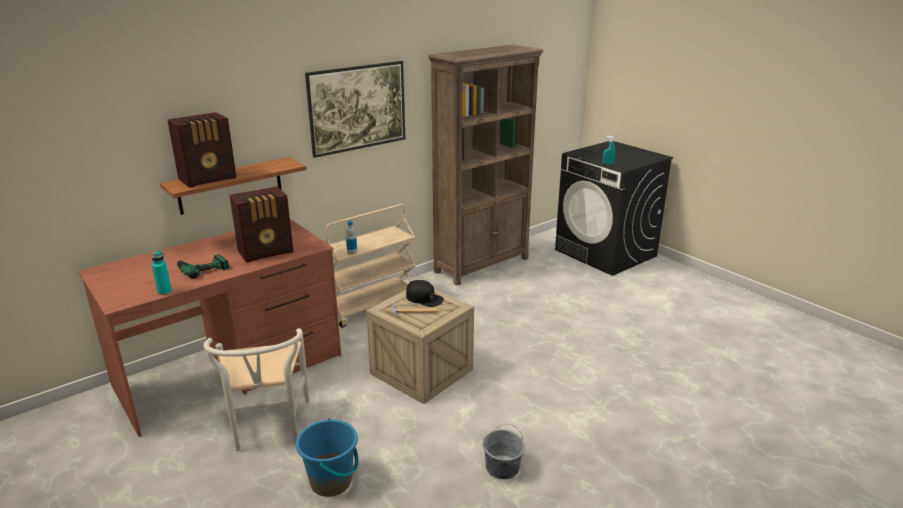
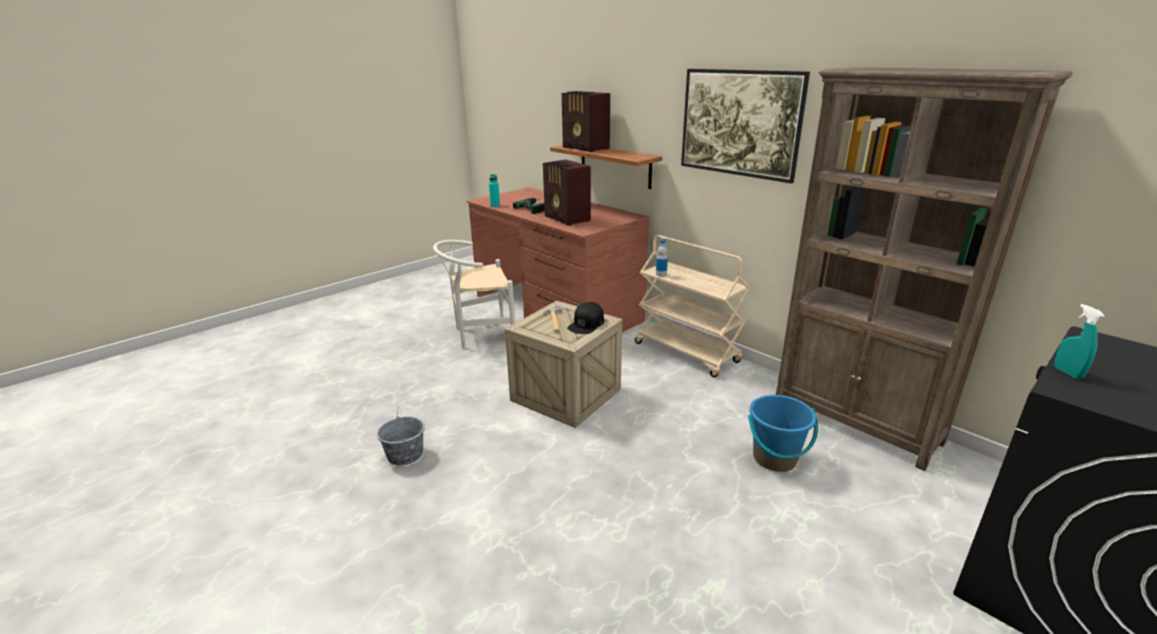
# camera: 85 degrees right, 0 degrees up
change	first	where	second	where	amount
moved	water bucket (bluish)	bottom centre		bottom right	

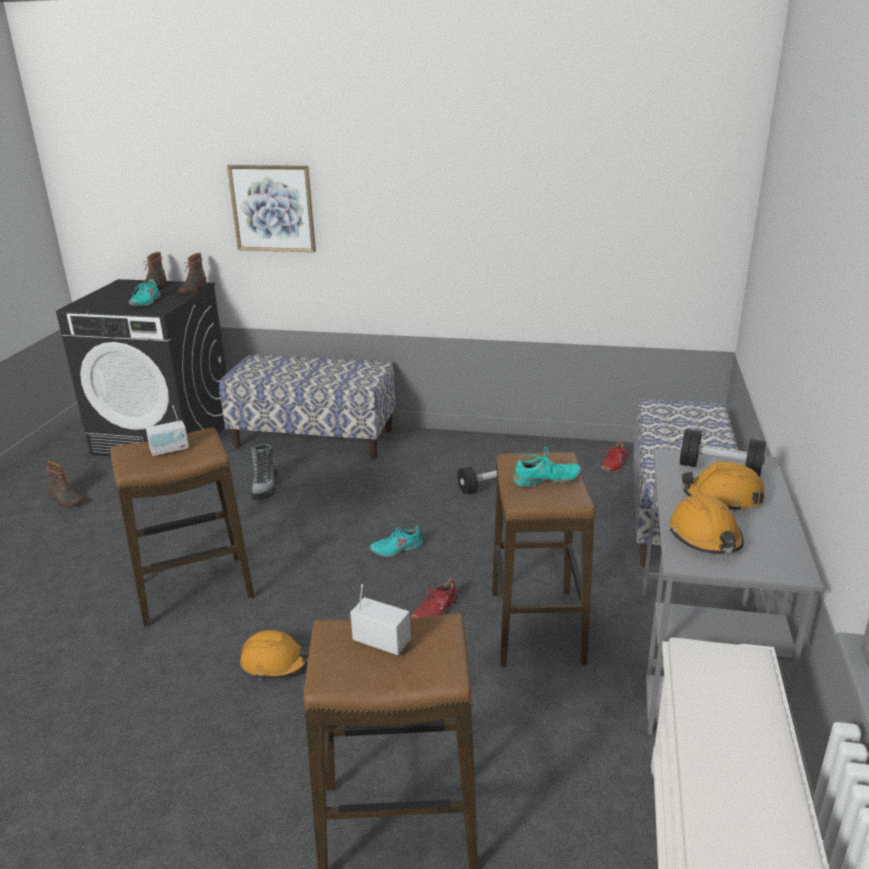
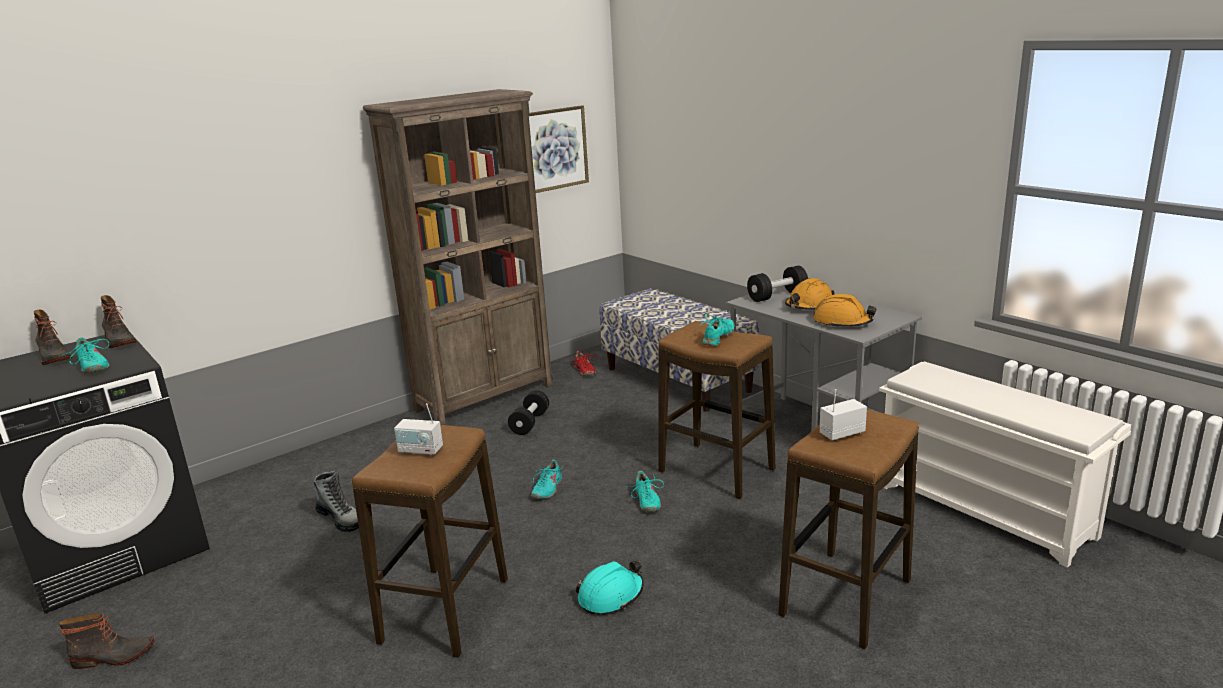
# camera: 50 degrees left, 5 degrees down
change	first	where	second	where	amount
added			bookshelf (brownish)	centre	
turned	radio set (1st from left)	middle left		centre	90 degrees clockwise
moved	picture	top left		top centre	
recoloured	safety helmet (orange-coloured) (1st from left)	bottom left	safety helmet (turquoise-coloured)	bottom centre	
recoloured	shoe (red-coloured) (1st from left)	bottom centre	shoe (turquoise-coloured) (3rd from left)	bottom centre	
removed	indoor bench (1st from left)	centre			

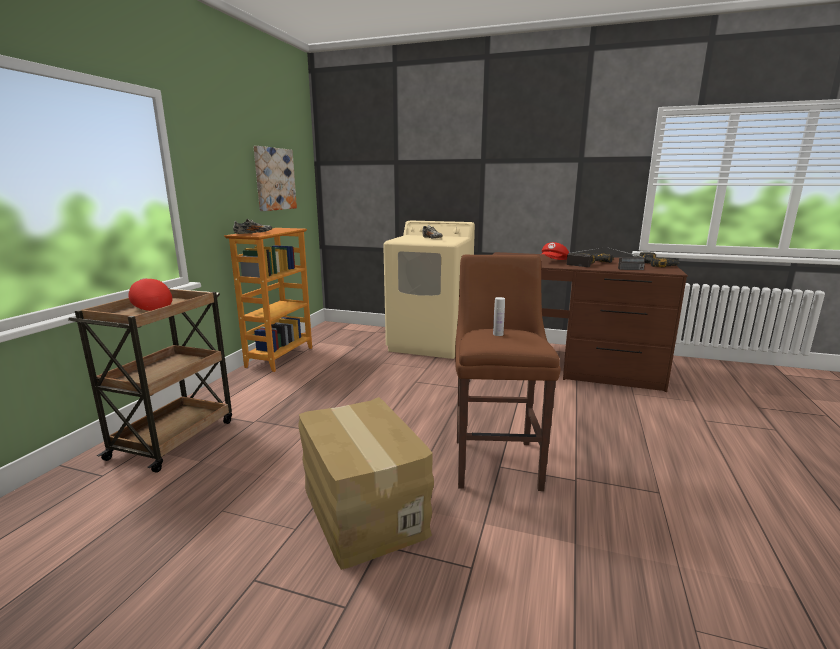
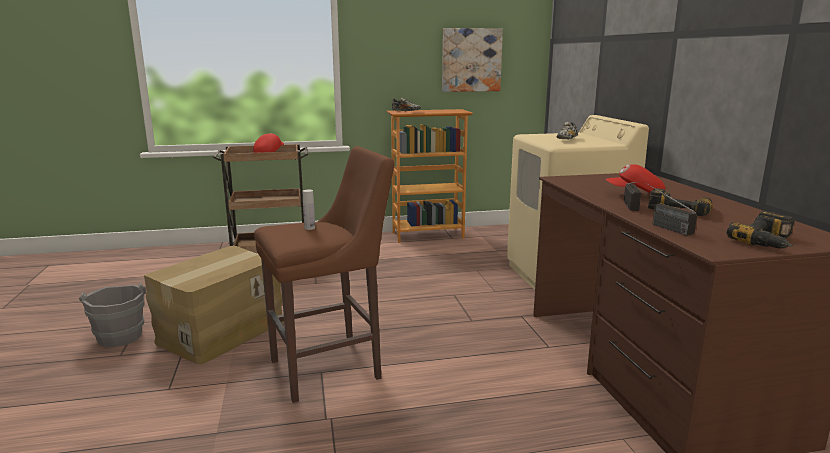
# camera: 60 degrees right, 0 degrees up
change	first	where	second	where	amount
added			water bucket (greyish)	bottom left	

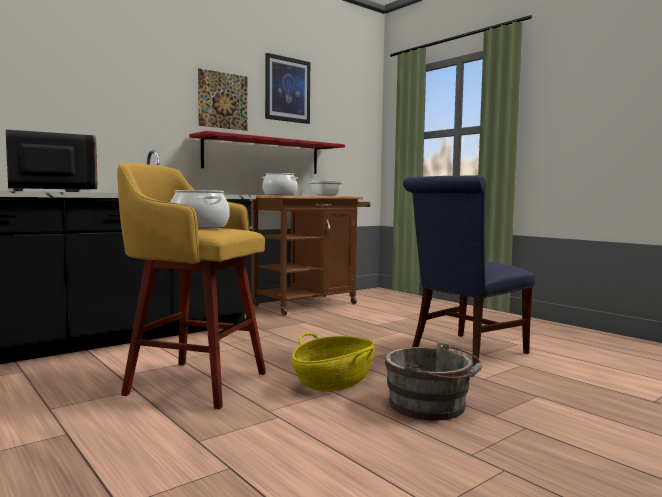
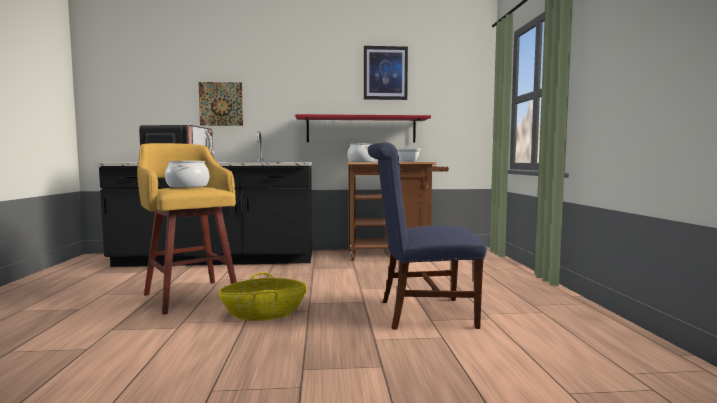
# camera: 35 degrees right, 0 degrees up
change	first	where	second	where	amount
moved	picture (1st from left)	top centre		top left	
removed	water bucket (greyish)	bottom centre			

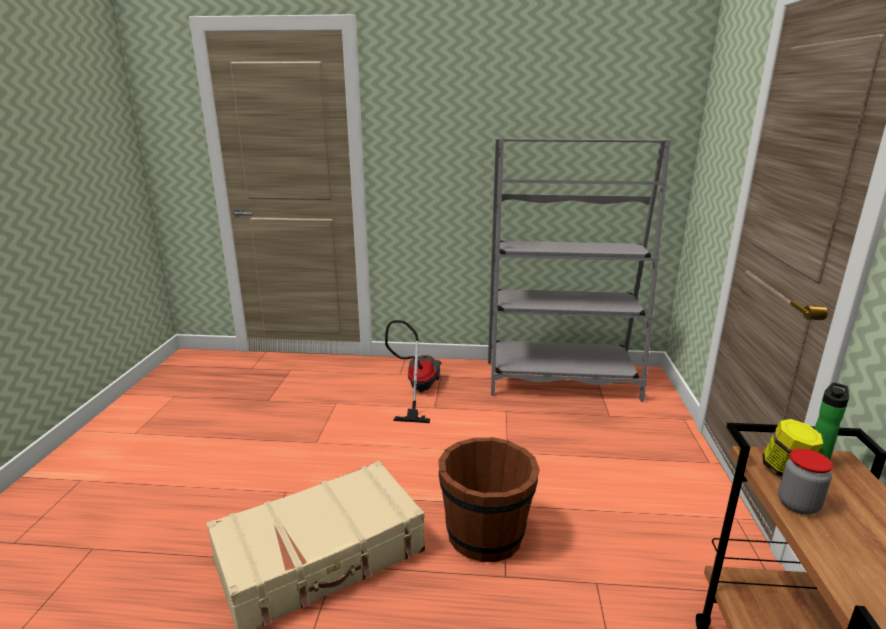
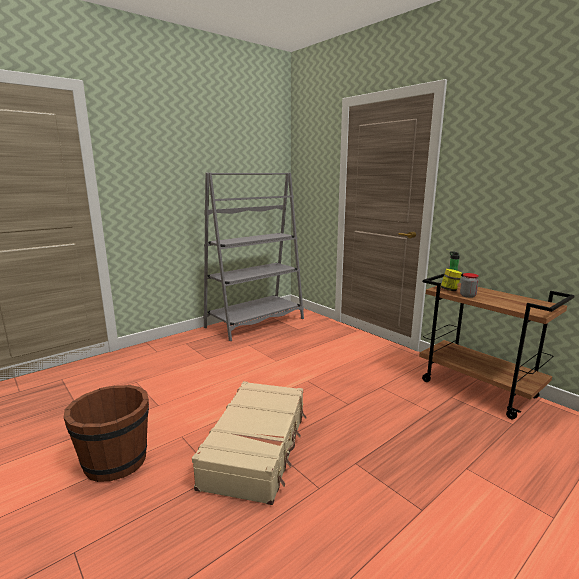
# camera: 45 degrees left, 5 degrees down
change	first	where	second	where	amount
moved	water bucket (brownish)	bottom centre		bottom left	
removed	vacuum cleaner	centre			

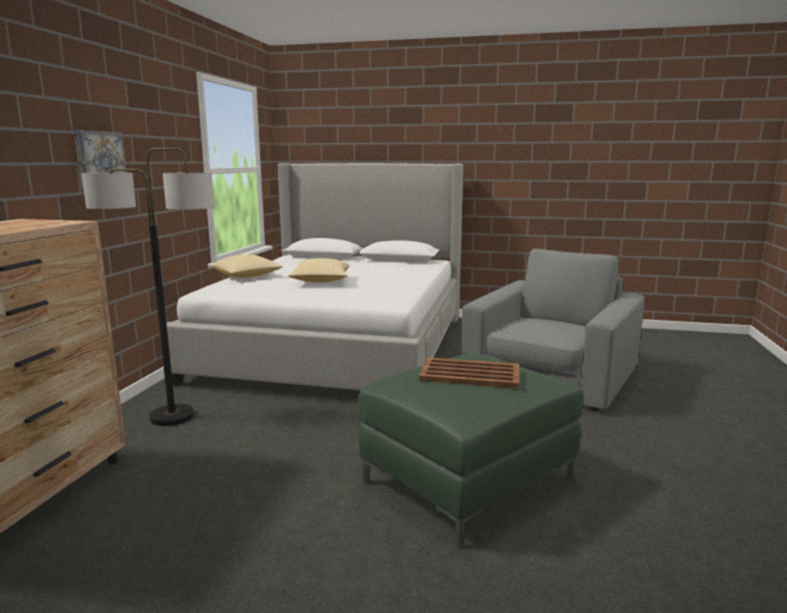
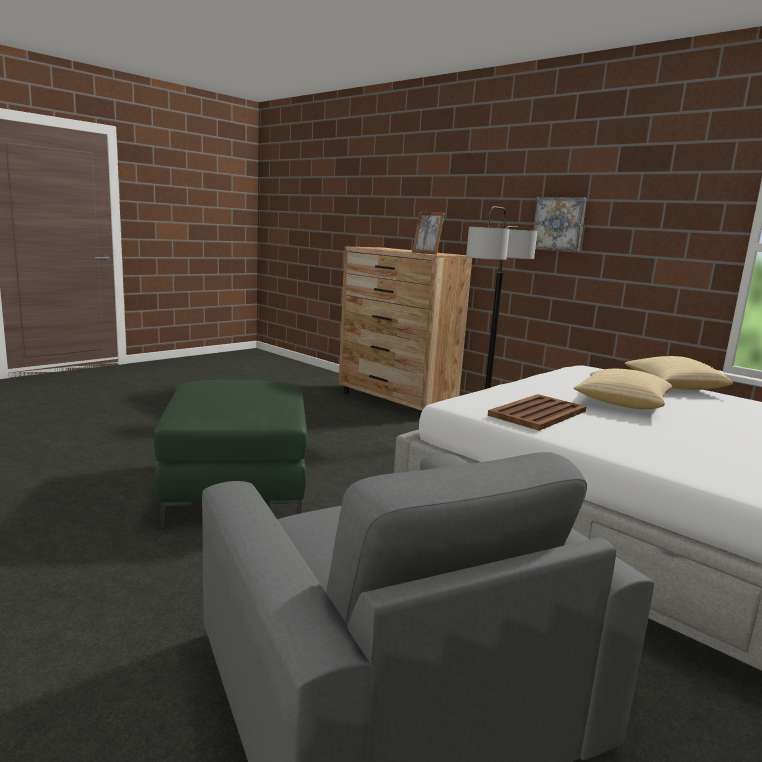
# camera: 120 degrees right, 0 degrees up
change	first	where	second	where	amount
added			photo frame	top centre	
moved	carrying tray (brownish)	centre		middle right	

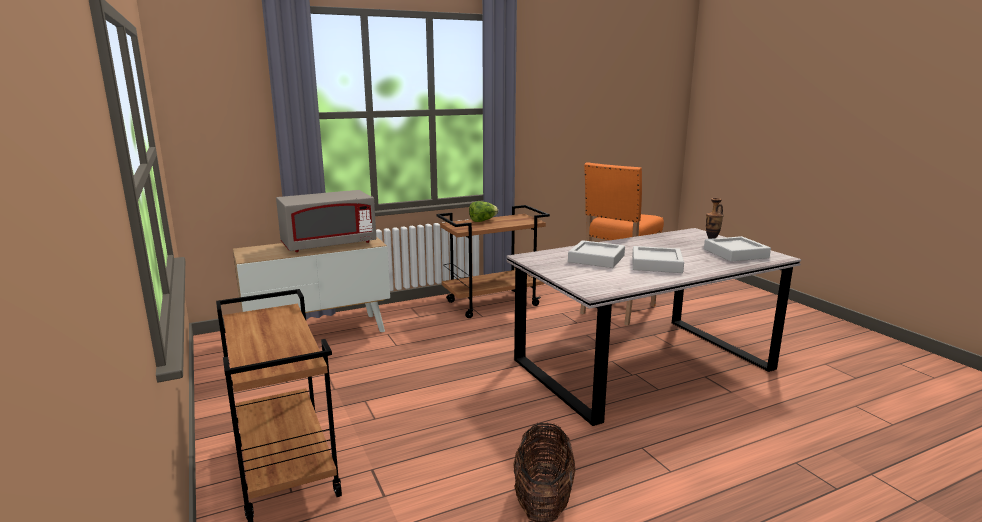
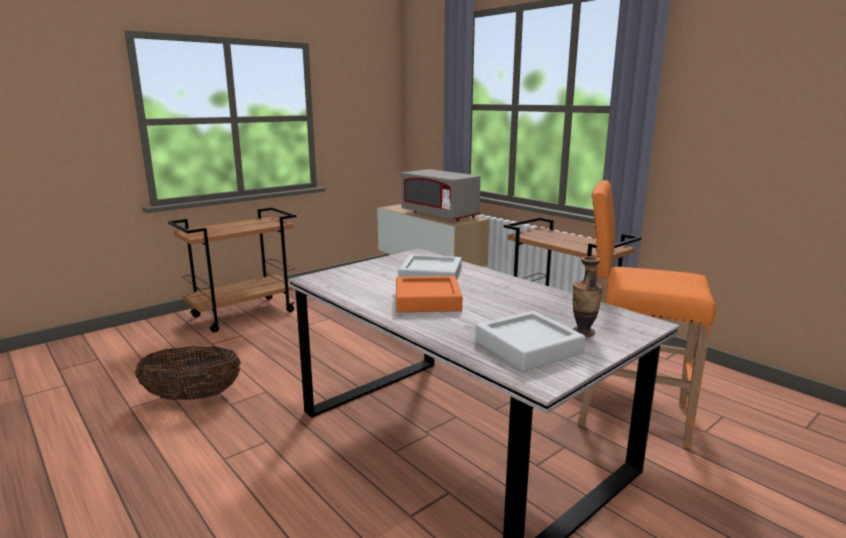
# camera: 75 degrees right, 0 degrees up
change	first	where	second	where	amount
recoloured	carrying tray (greyish) (2nd from left)	middle right	carrying tray (orange-coloured)	centre	
removed	lettuce	centre			

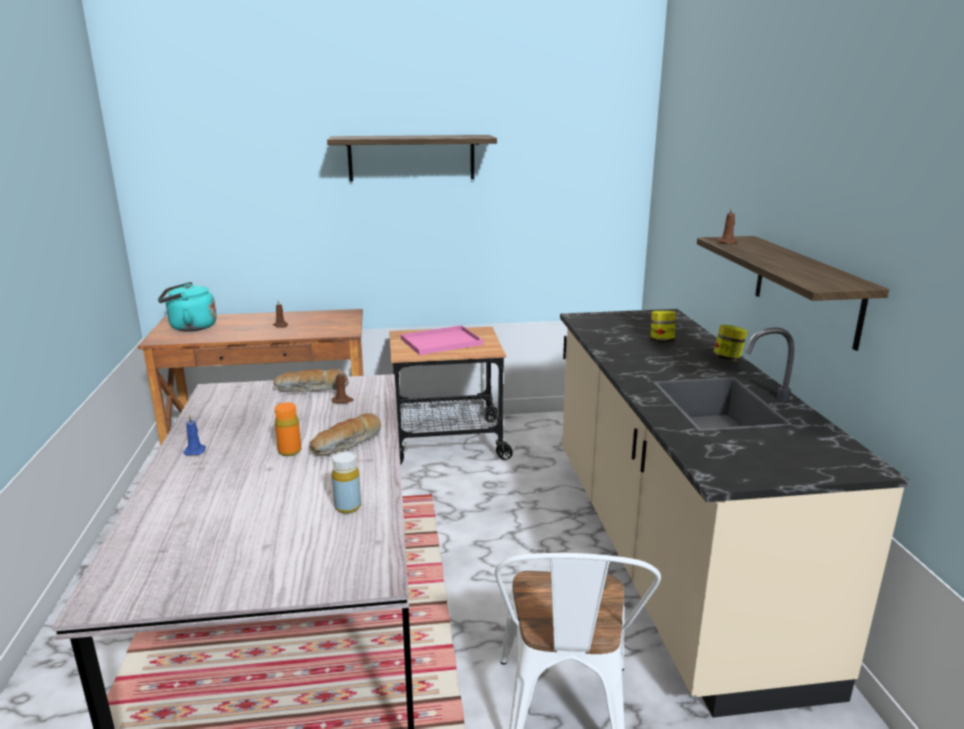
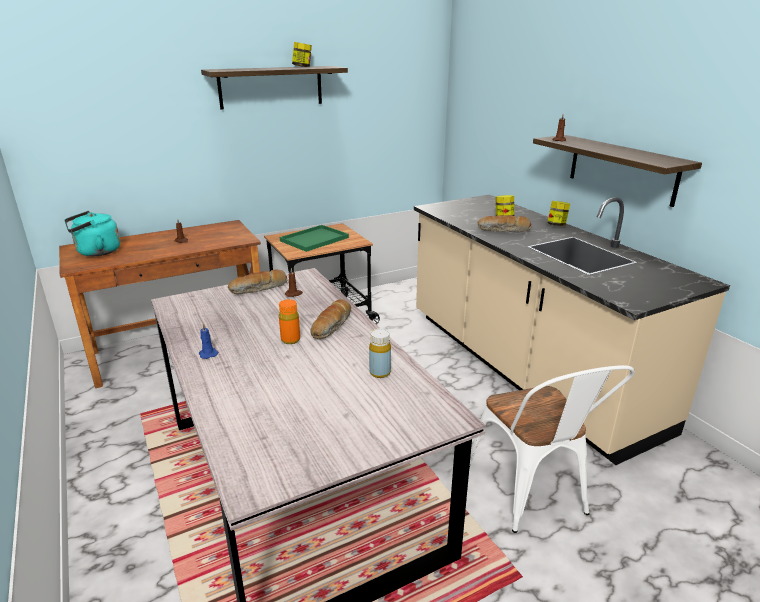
# camera: 20 degrees left, 5 degrees up
change	first	where	second	where	amount
recoloured	carrying tray (pink)	centre	carrying tray (green-coloured)	centre	
added			storage jar (1st from left)	top centre	
added			bread (3rd from left)	centre	

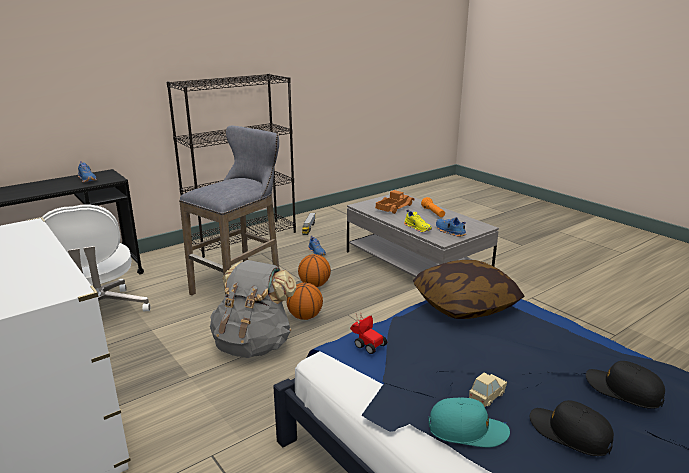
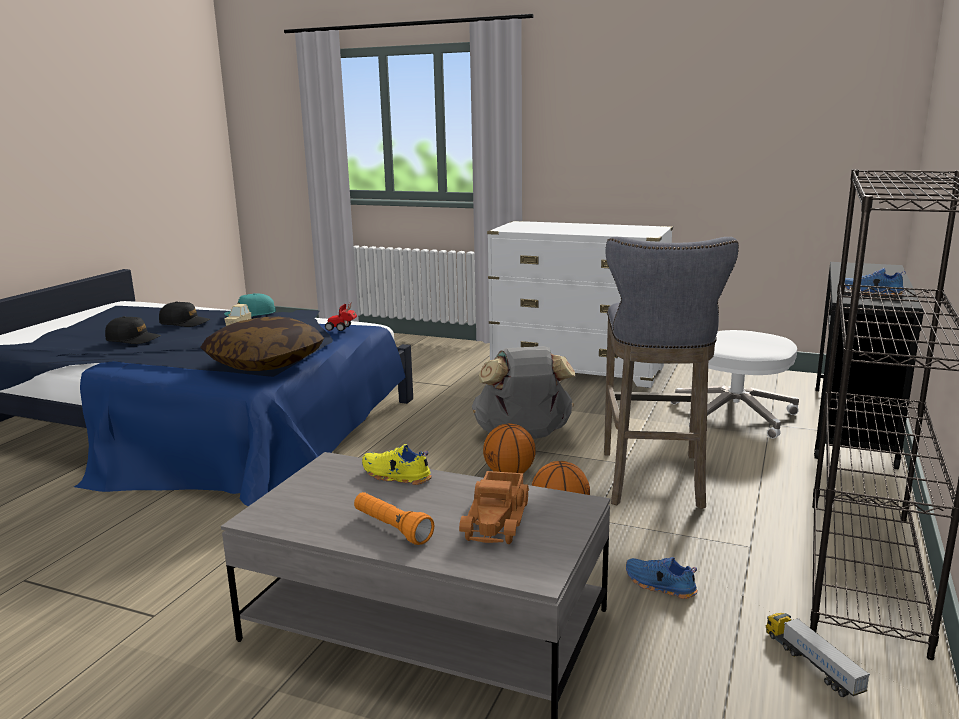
# camera: 150 degrees right, 5 degrees down
change	first	where	second	where	amount
removed	shoe (bluish) (3rd from left)	centre			

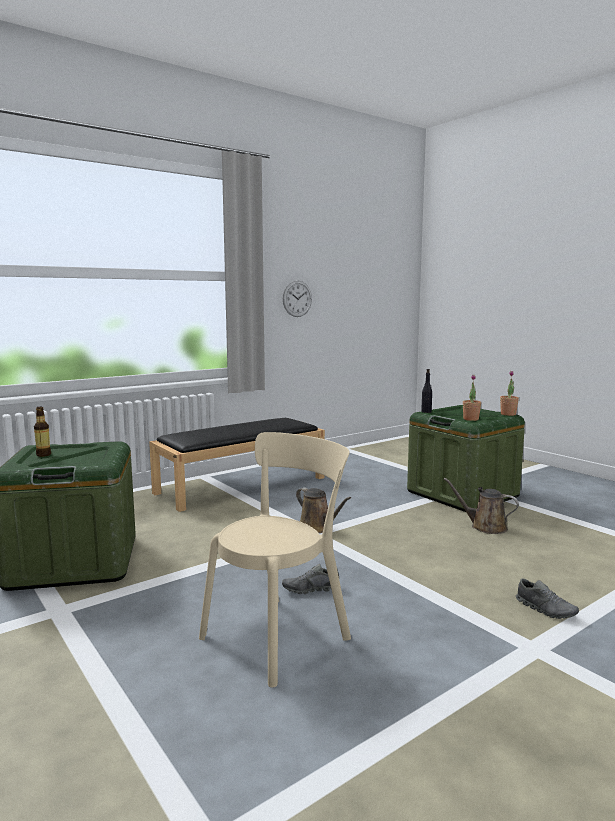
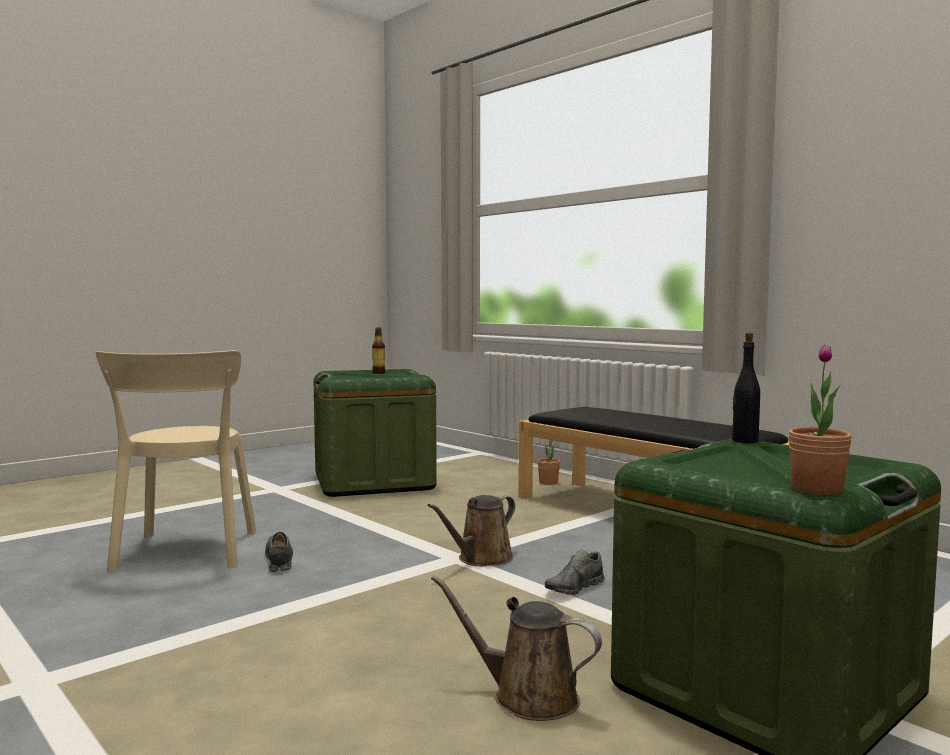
# camera: 85 degrees right, 5 degrees down
change	first	where	second	where	amount
turned	plain chair (sand-coloured)	bottom centre		middle left	45 degrees clockwise
turned	watering pot (brownish) (2nd from left)	middle right		bottom centre	90 degrees counterclockwise
moved	houseplant (1st from left)	middle right		centre	
moved	shoe (greyish) (2nd from left)	bottom right		bottom centre	
removed	hanging clock	centre			

